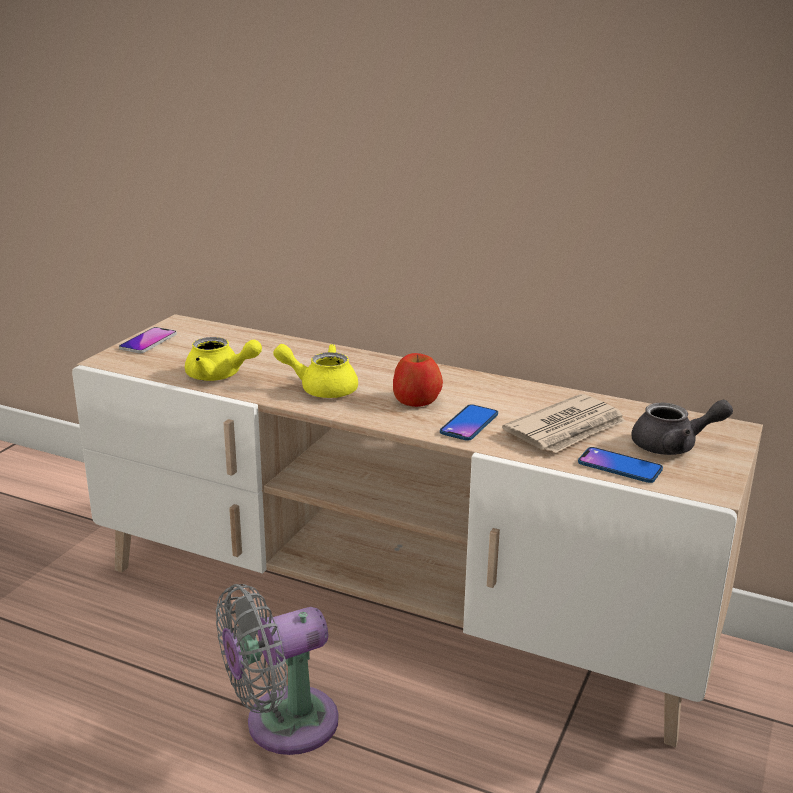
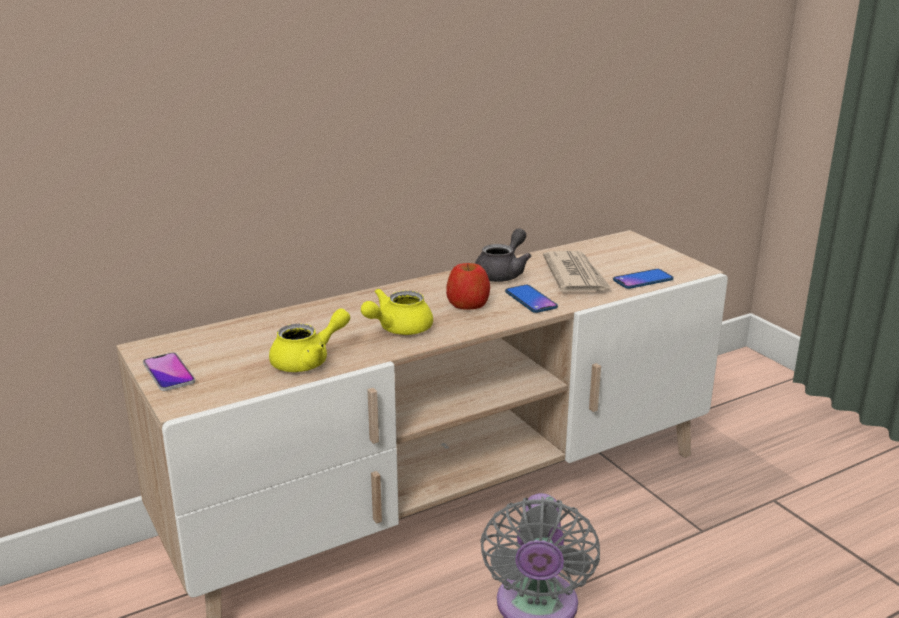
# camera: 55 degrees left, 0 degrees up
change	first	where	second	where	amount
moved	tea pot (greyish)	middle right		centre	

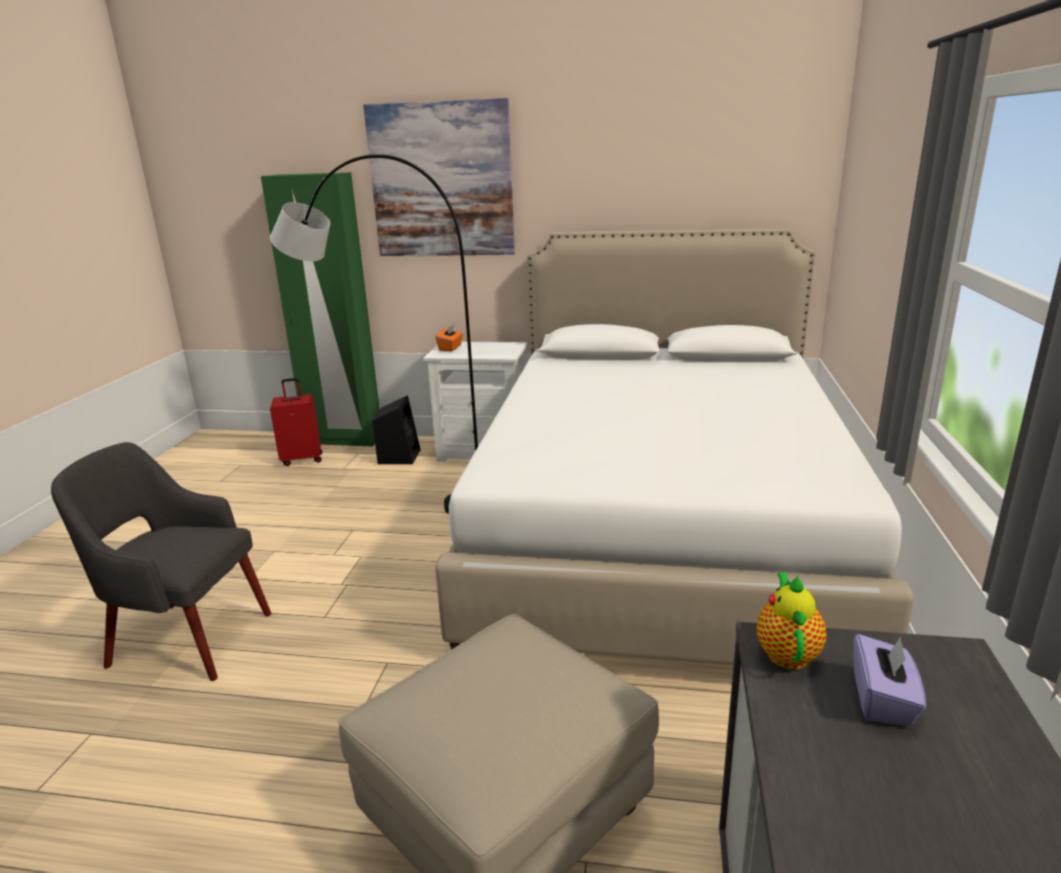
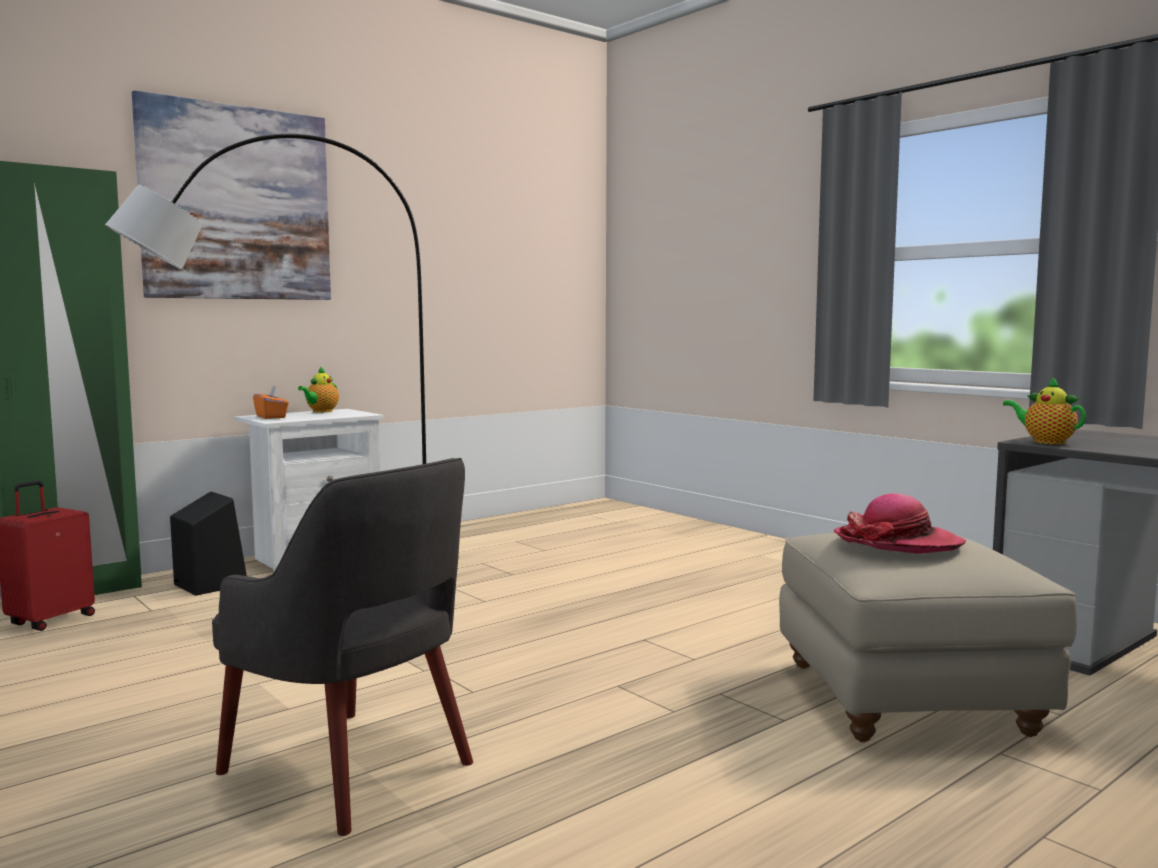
# camera: 50 degrees left, 15 degrees down
change	first	where	second	where	amount
turned	lounge chair (greyish)	middle left		bottom left	105 degrees counterclockwise
added			tea pot (1st from left)	middle left	
added			hat	middle right	
removed	bed (white-coloured)	centre			
removed	tissue holder (purple-coloured)	bottom right			

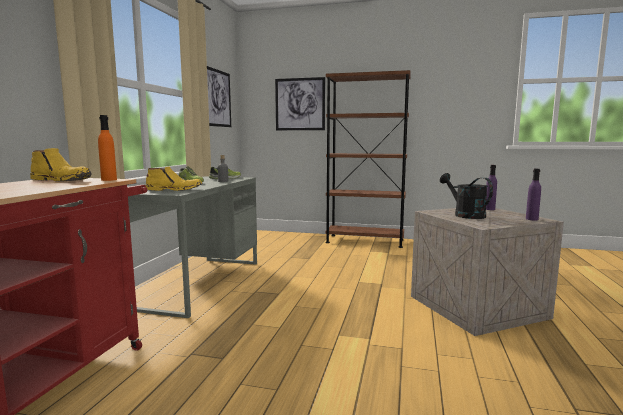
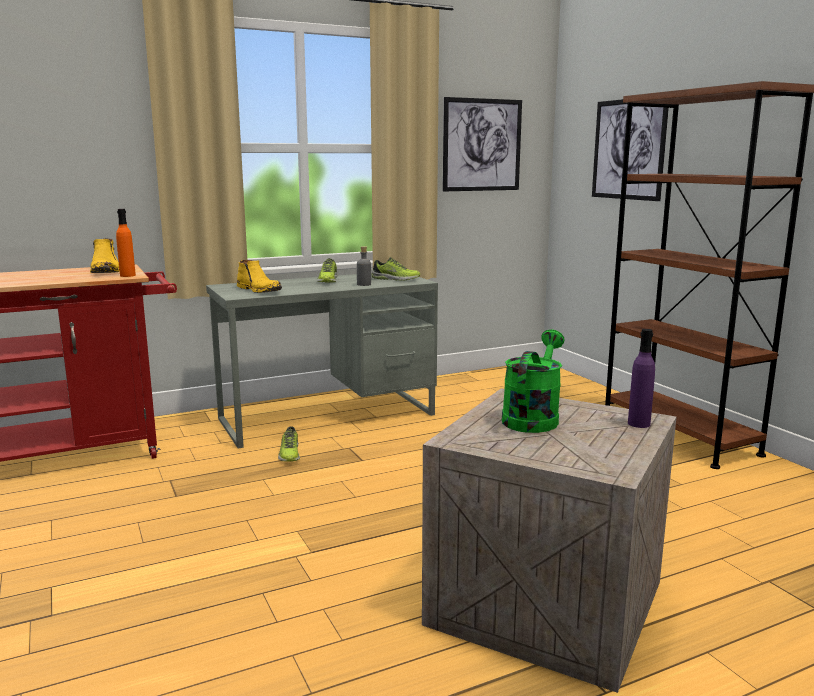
# camera: 50 degrees right, 5 degrees up
change	first	where	second	where	amount
added			shoe (1st from left)	centre	
recoloured	watering pot (black)	middle right	watering pot (green-coloured)	centre	
removed	drink bottle (purple-coloured) (2nd from left)	middle right			

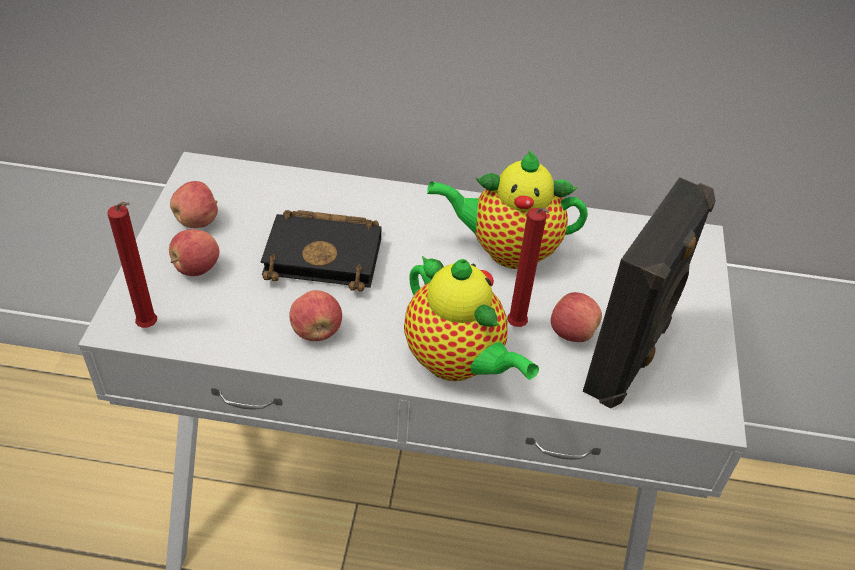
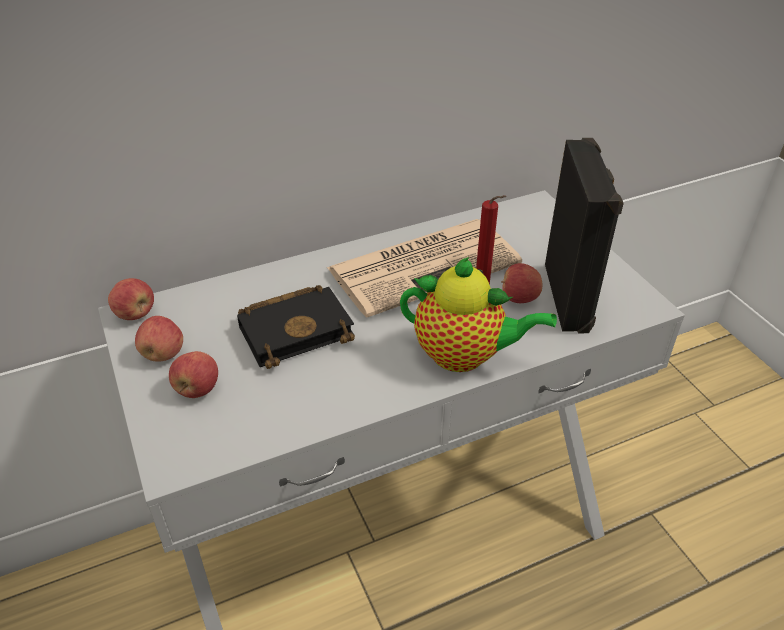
# camera: 30 degrees left, 5 degrees down
change	first	where	second	where	amount
moved	apple fruit (3rd from left in the first image)	centre	apple fruit (1st from left)	middle left	
replaced	tea pot (2nd from left)	centre	daily paper	centre	
removed	wax candle (red-coloured) (1st from left)	middle left			

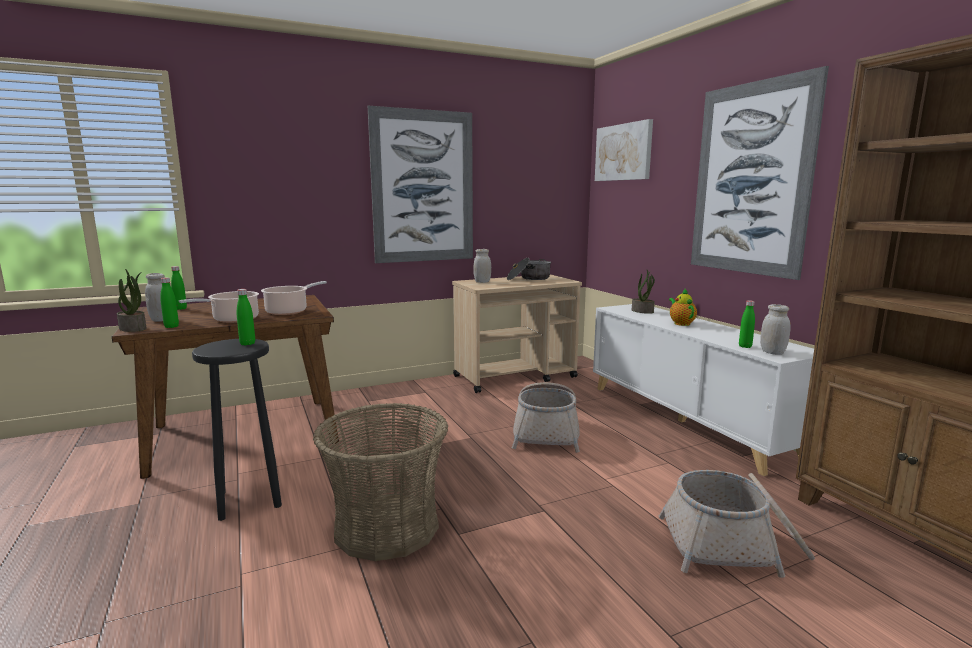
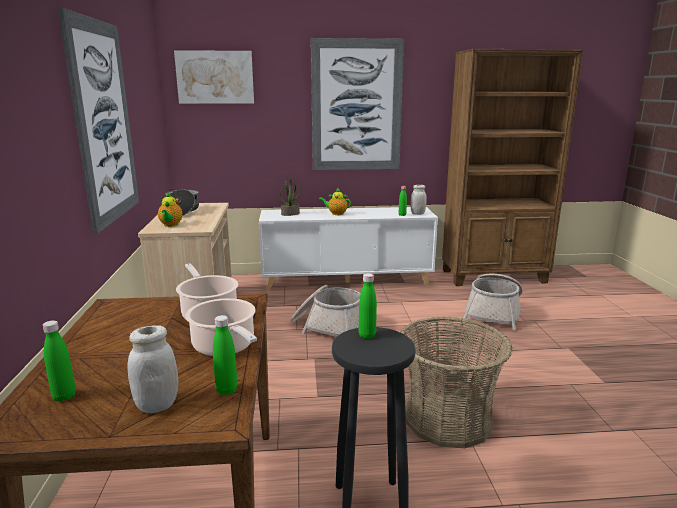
# camera: 70 degrees left, 5 degrees up
change	first	where	second	where	amount
replaced	storage jar (white-coloured) (2nd from left)	centre	tea pot (1st from left)	middle left	
removed	houseplant (1st from left)	middle left			

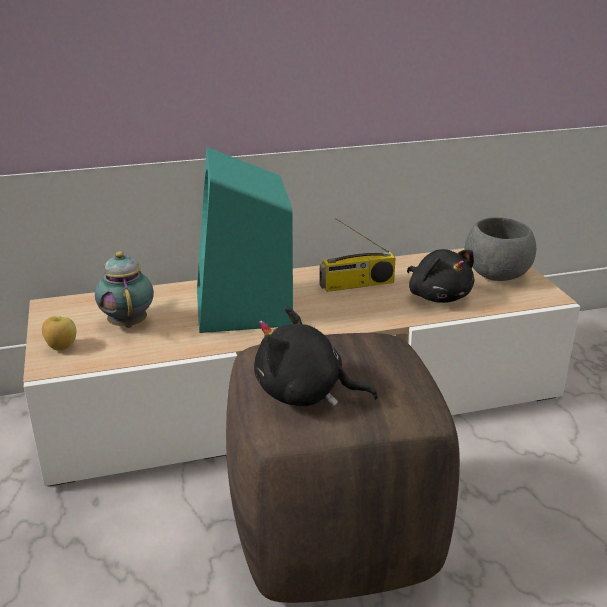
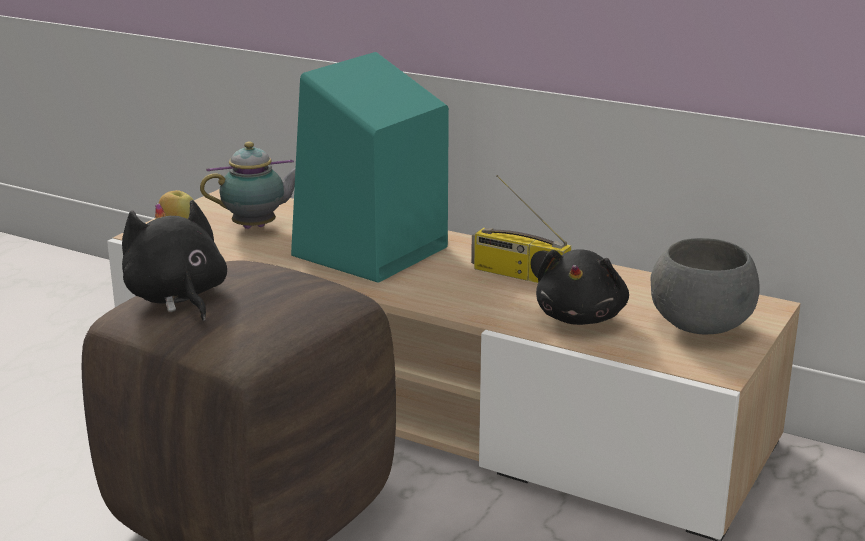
# camera: 45 degrees right, 5 degrees down
change	first	where	second	where	amount
turned	tea pot	middle left		middle left	45 degrees clockwise

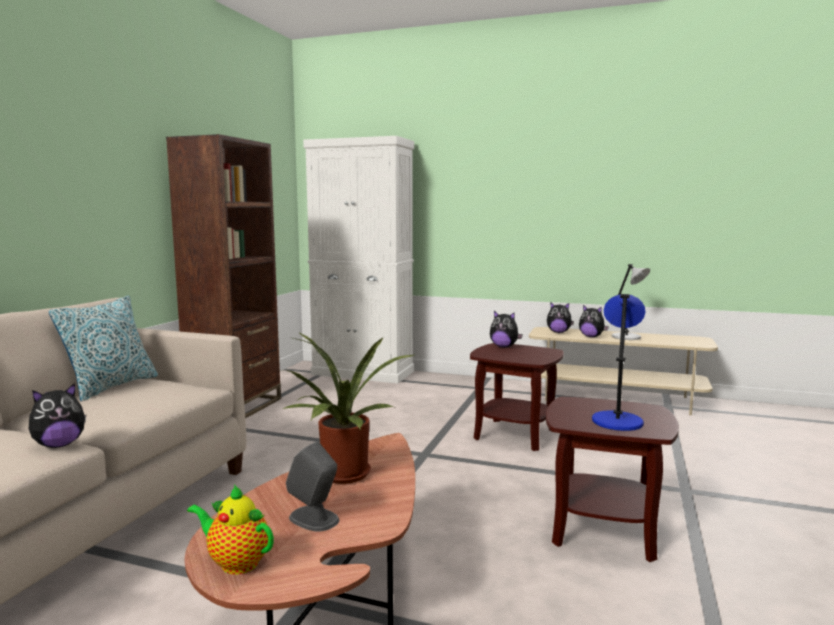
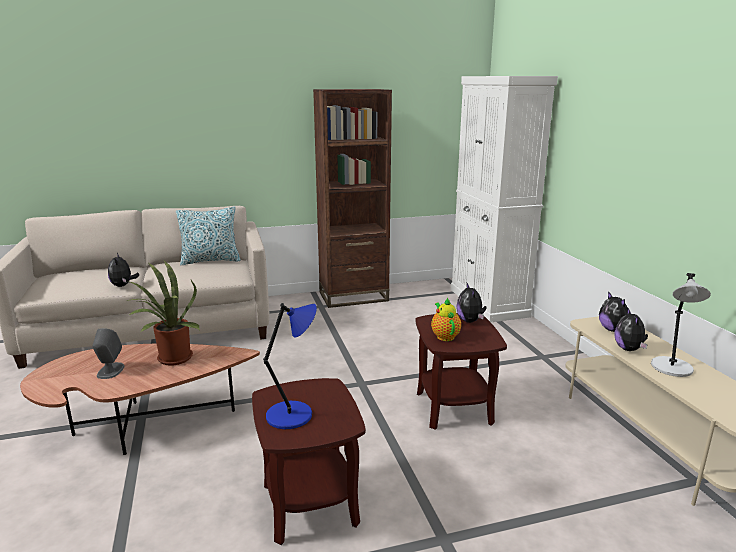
# camera: 55 degrees right, 10 degrees up
change	first	where	second	where	amount
turned	plush toy (1st from left)	middle left		middle left	60 degrees clockwise
moved	tea pot	bottom left		centre	

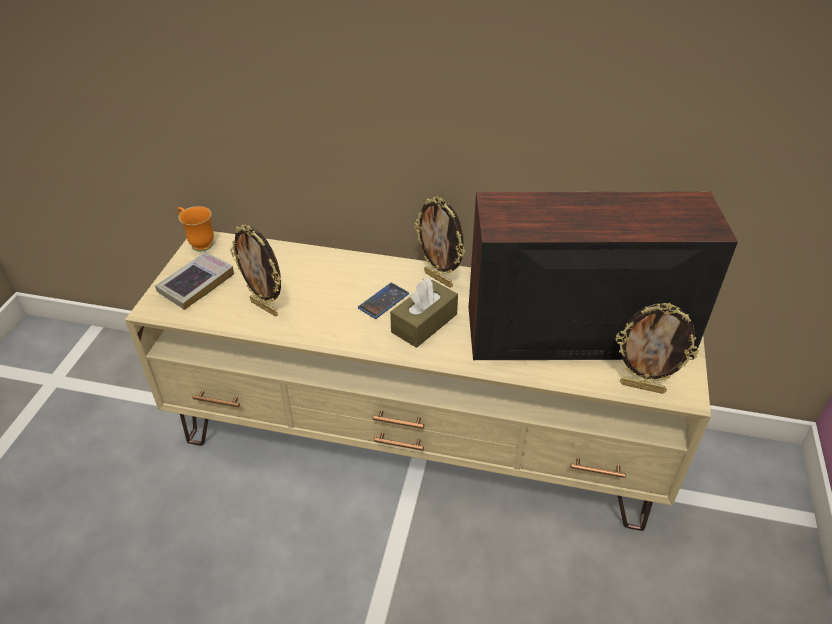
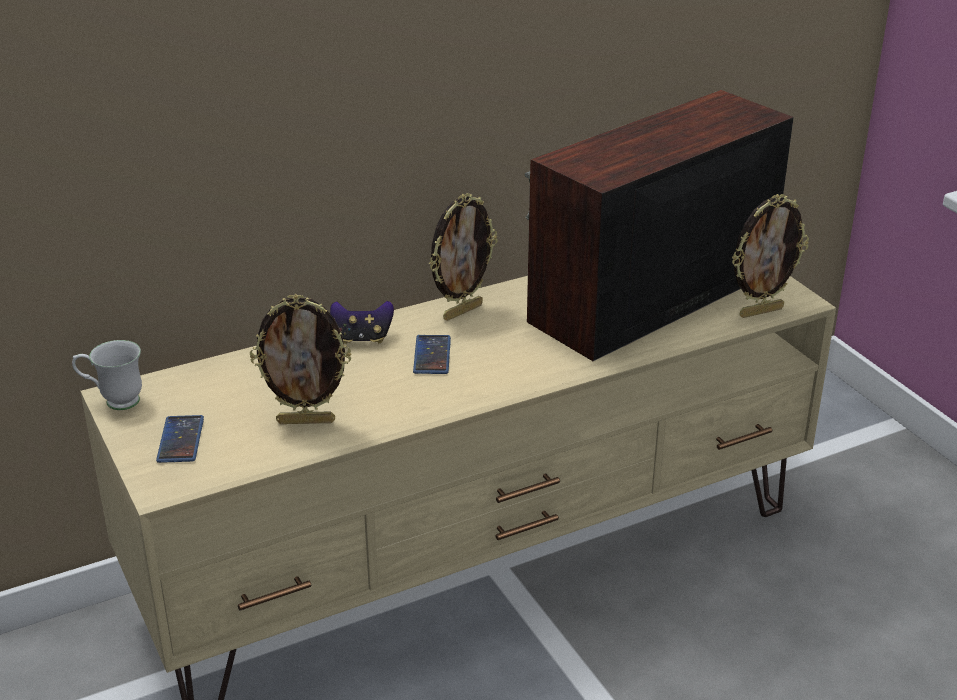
# camera: 40 degrees left, 10 degrees down
change	first	where	second	where	amount
recoloured	coffee mug (orange-coloured)	middle left	coffee mug (white-coloured)	middle left	
replaced	volume	middle left	telephone (1st from left)	middle left	
added			joypad	centre	
turned	photo frame (2nd from left)	centre		centre	45 degrees counterclockwise
removed	tissue holder (brownish)	centre			

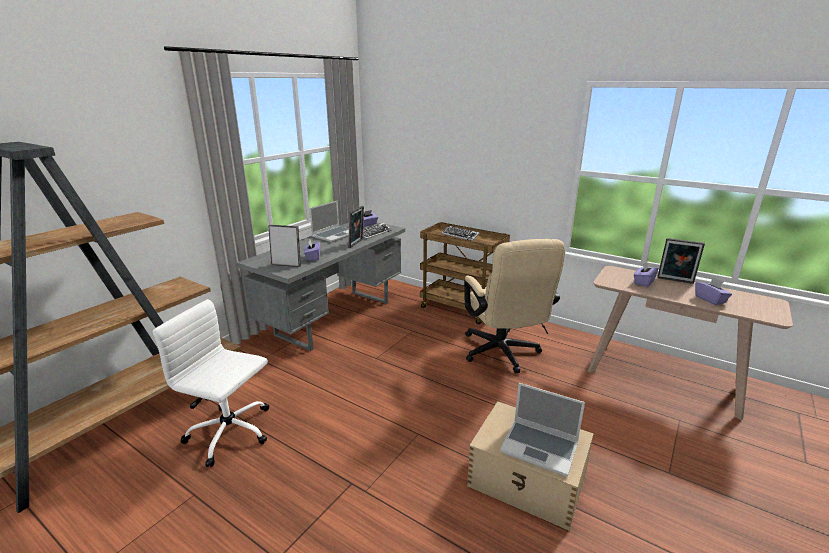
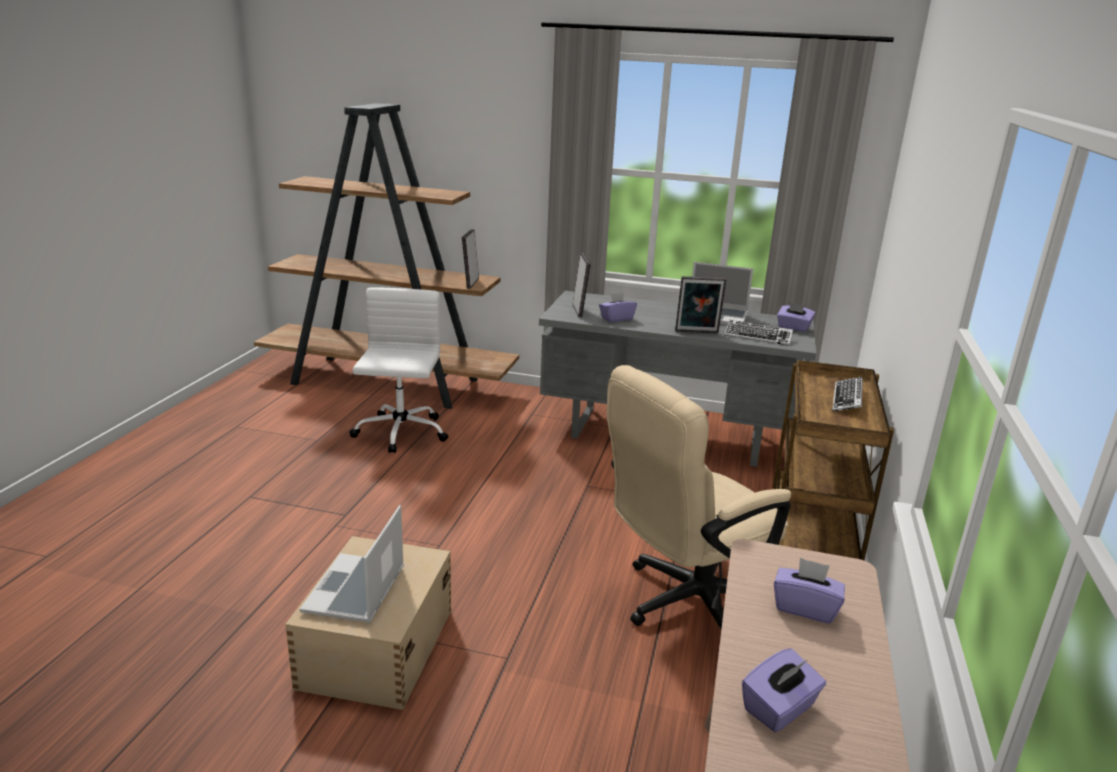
# camera: 70 degrees right, 0 degrees up
change	first	where	second	where	amount
moved	photo frame (3rd from left in the first image)	middle right	photo frame (1st from left)	centre	

